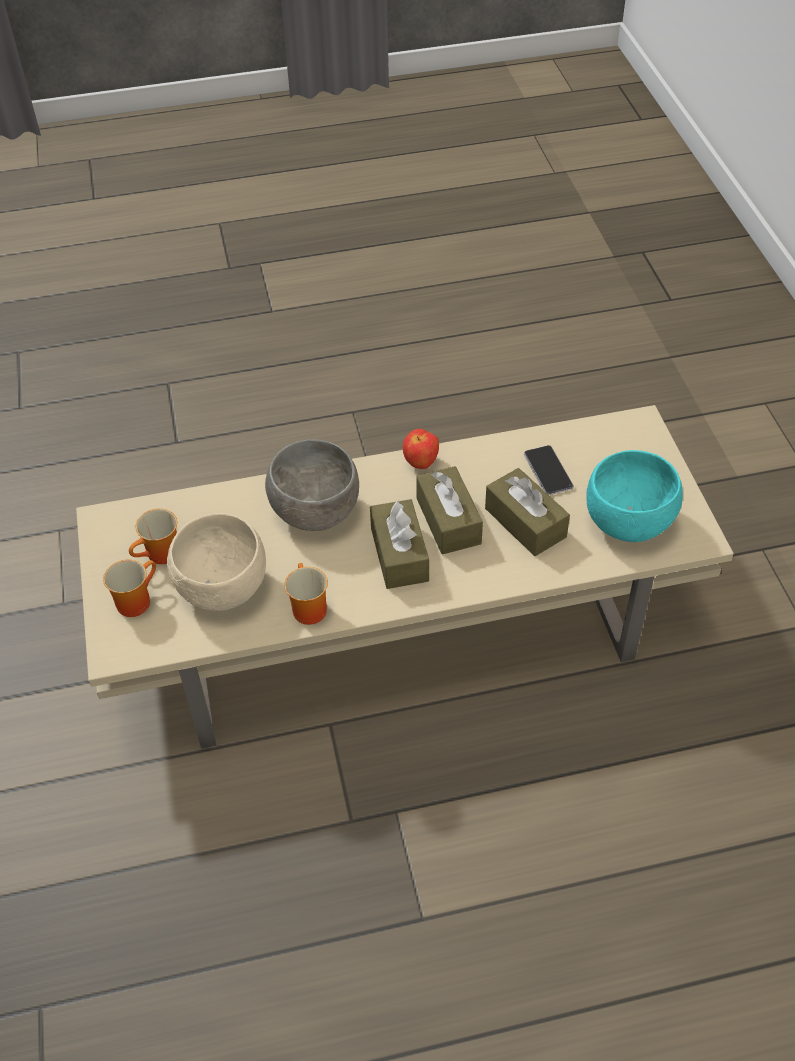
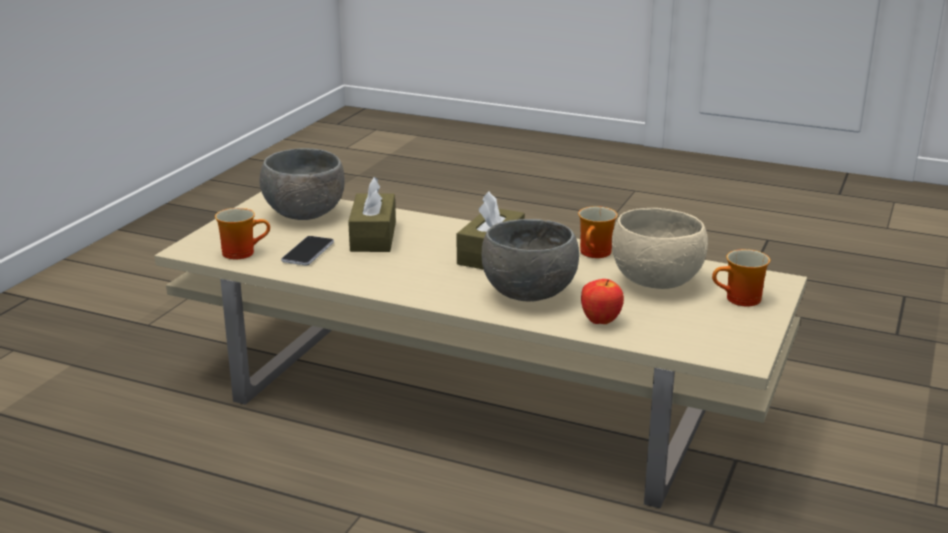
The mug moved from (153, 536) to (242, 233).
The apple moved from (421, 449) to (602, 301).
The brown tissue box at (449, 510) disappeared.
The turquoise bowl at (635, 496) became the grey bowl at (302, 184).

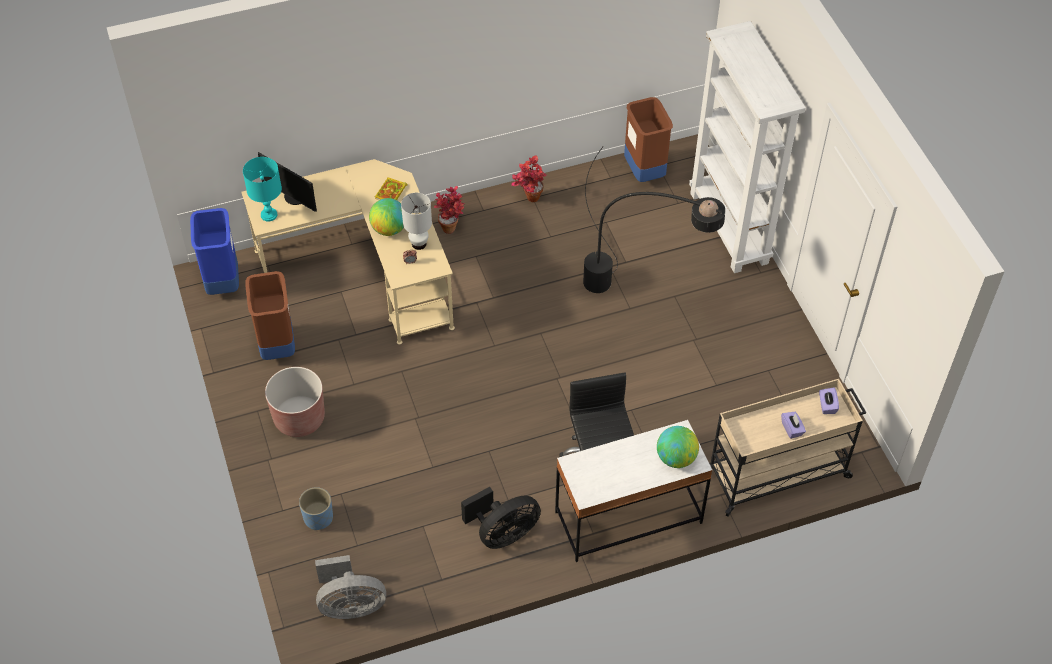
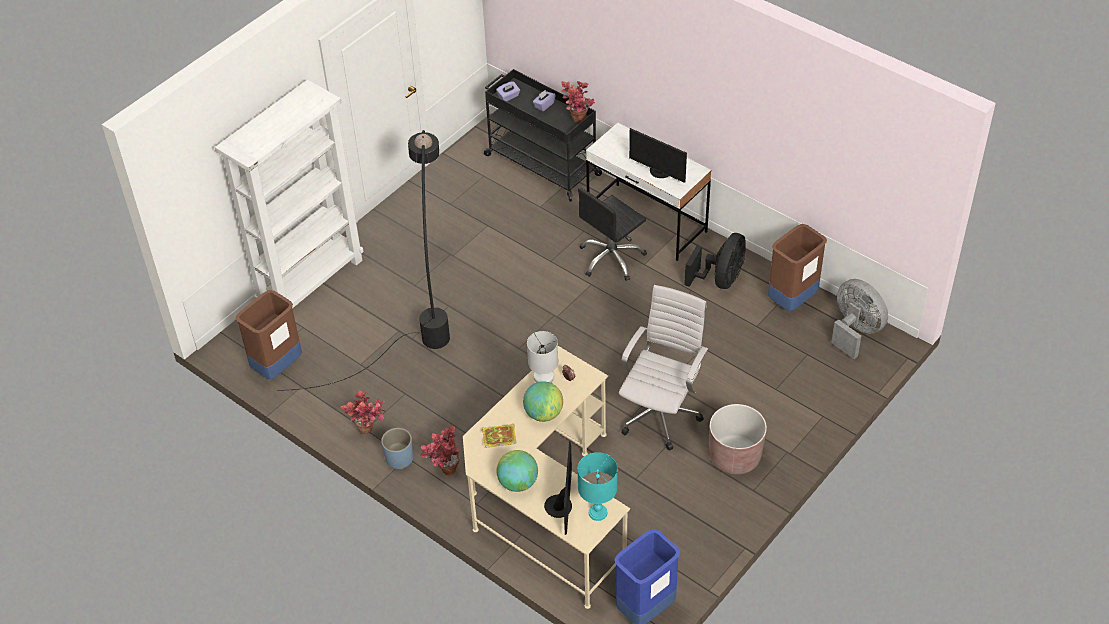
The brown trash can moved from (270, 315) to (797, 267).
The blue planter moved from (316, 508) to (397, 448).
The black fan at (501, 518) turned 90 degrees clockwise.
The globe moved from (678, 447) to (517, 471).
The beige cart at (787, 448) became the black cart at (543, 135).
The potted plant at (578, 102) appeared.
The white office chair at (664, 368) appeared.
The monitor at (658, 155) appeared.

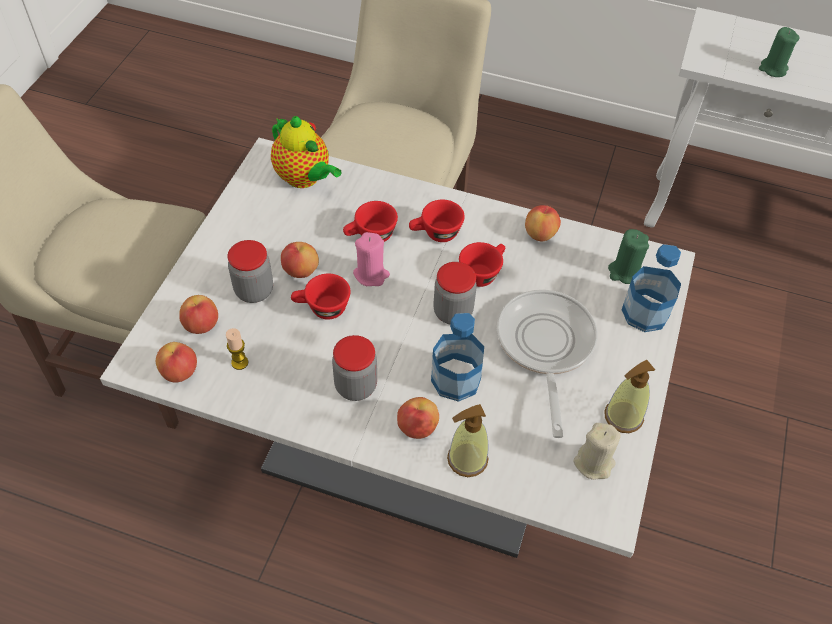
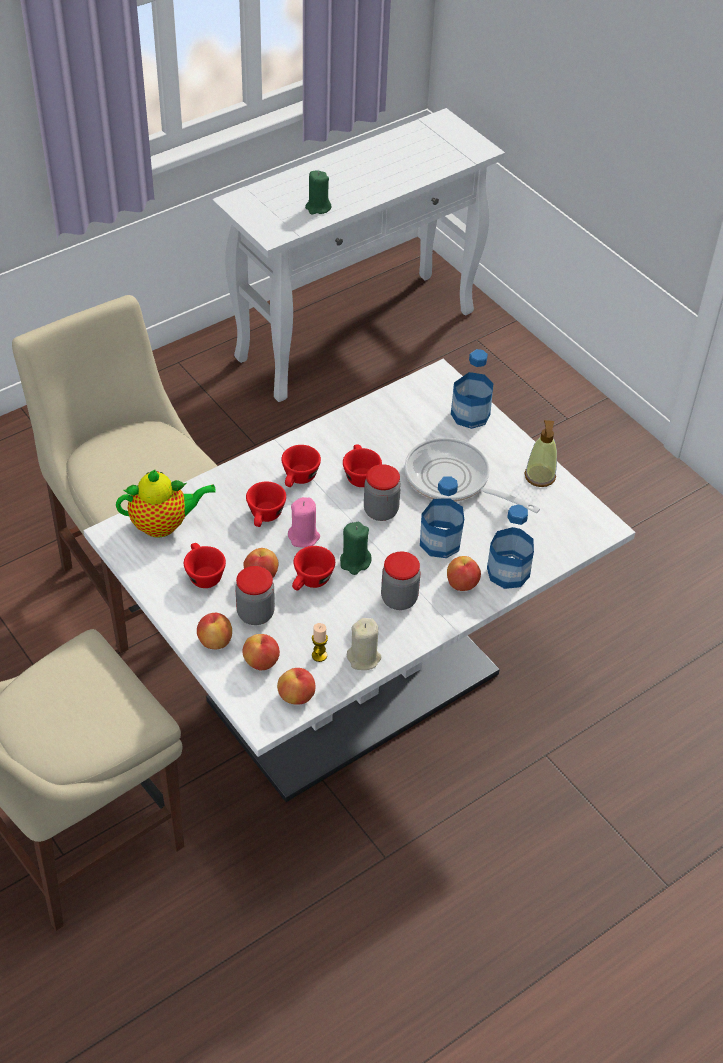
The soap dispenser at (468, 440) was replaced by the bottle at (510, 547).
The apple moved from (543, 223) to (214, 631).
The beige candle moved from (597, 451) to (364, 644).
The green candle moved from (628, 256) to (355, 548).
The red cup at (205, 565) appeared.

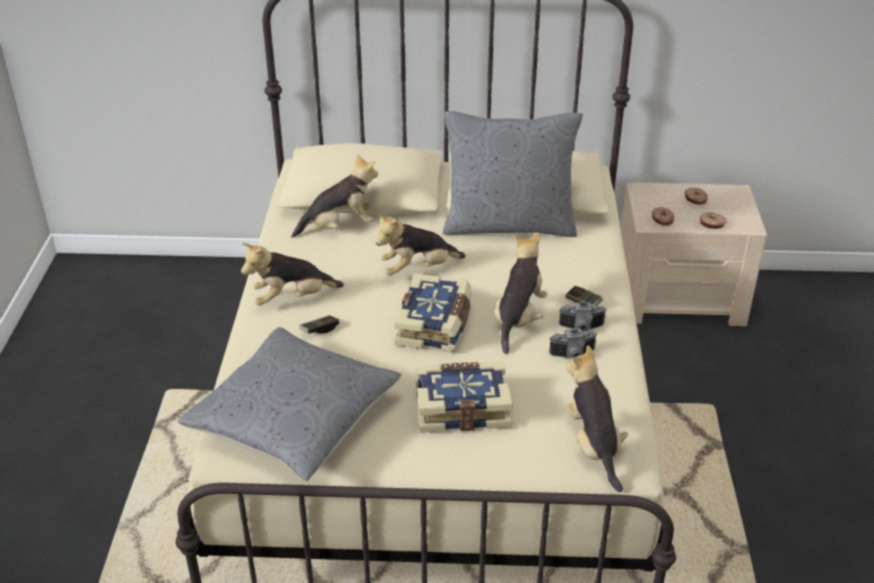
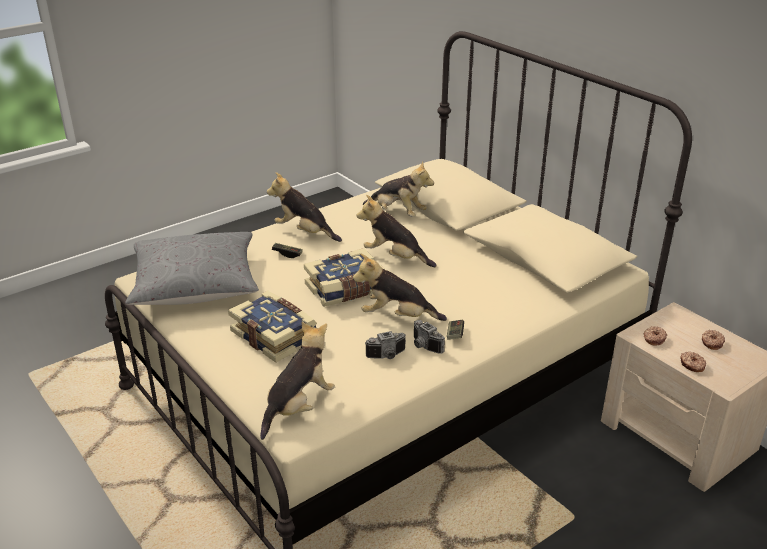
The grey pillow at (512, 174) disappeared.
The plush toy at (521, 293) turned 150 degrees counterclockwise.
The photo camera at (573, 343) turned 60 degrees counterclockwise.

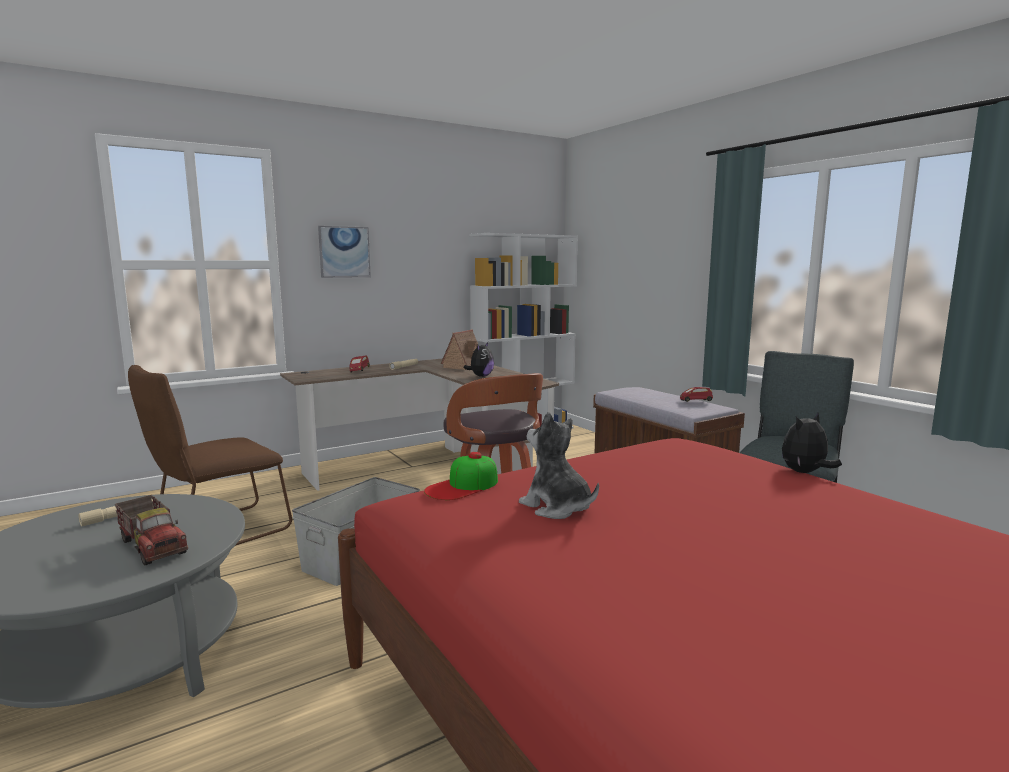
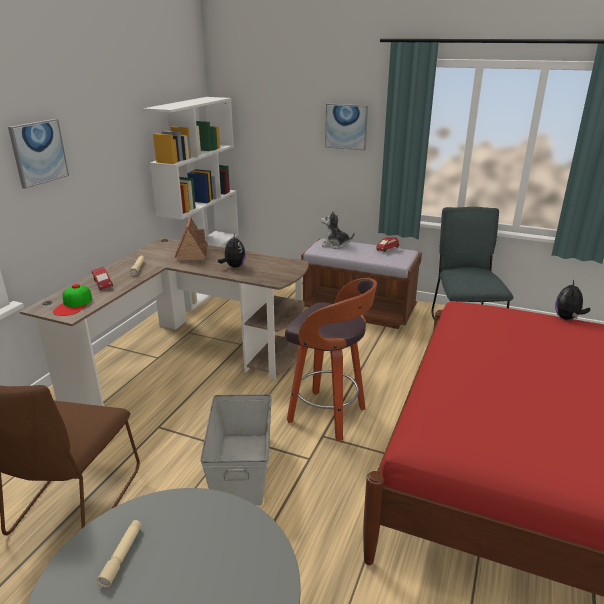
The toy truck at (151, 530) disappeared.
The cap moved from (461, 476) to (72, 300).
The plush toy moved from (559, 465) to (338, 230).
The picture at (346, 127) appeared.

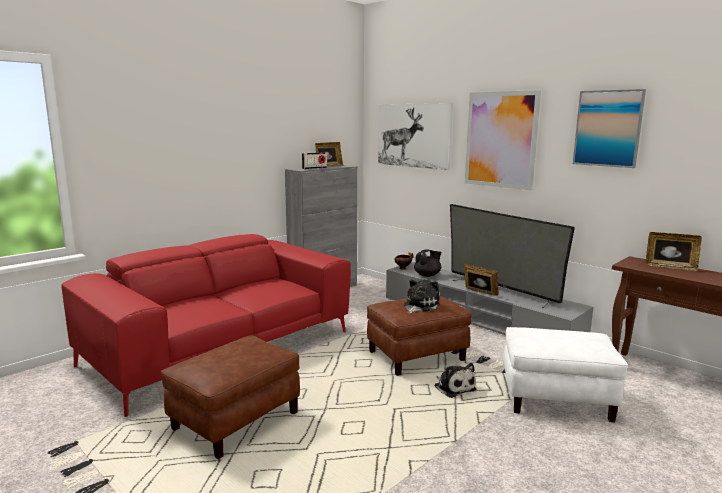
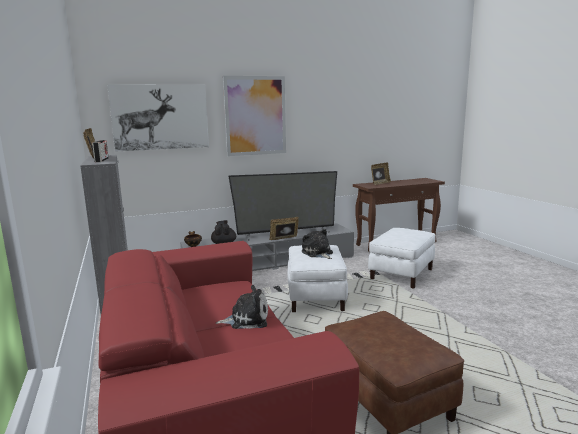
The brown ottoman at (419, 335) became the white ottoman at (317, 278).
The plush toy moved from (455, 380) to (242, 307).
The picture at (609, 128) disappeared.

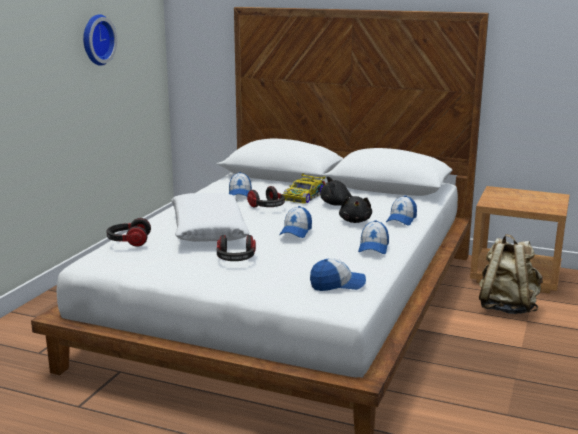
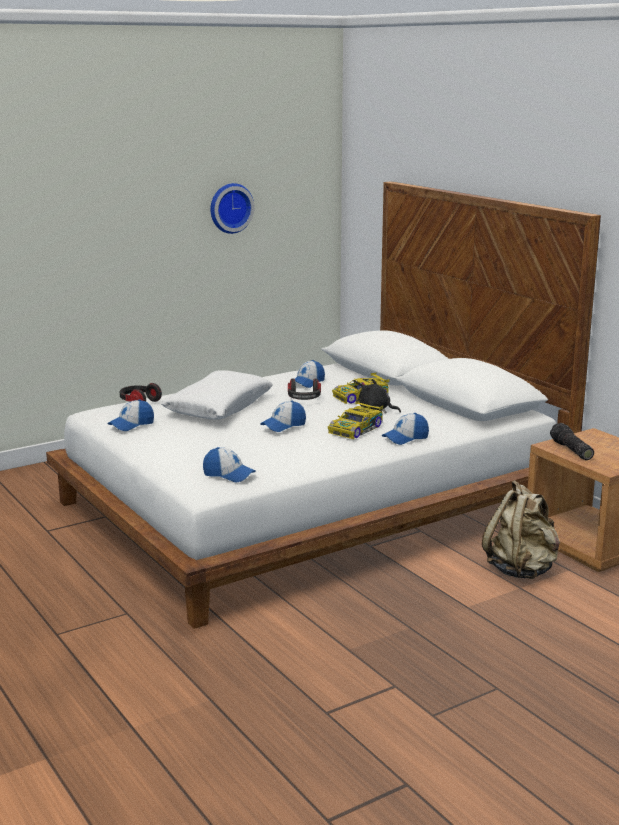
The headphones at (236, 248) disappeared.
The black plush toy at (355, 209) was replaced by the toy car at (355, 419).
The cap moved from (373, 237) to (131, 415).
The flashlight at (572, 441) appeared.

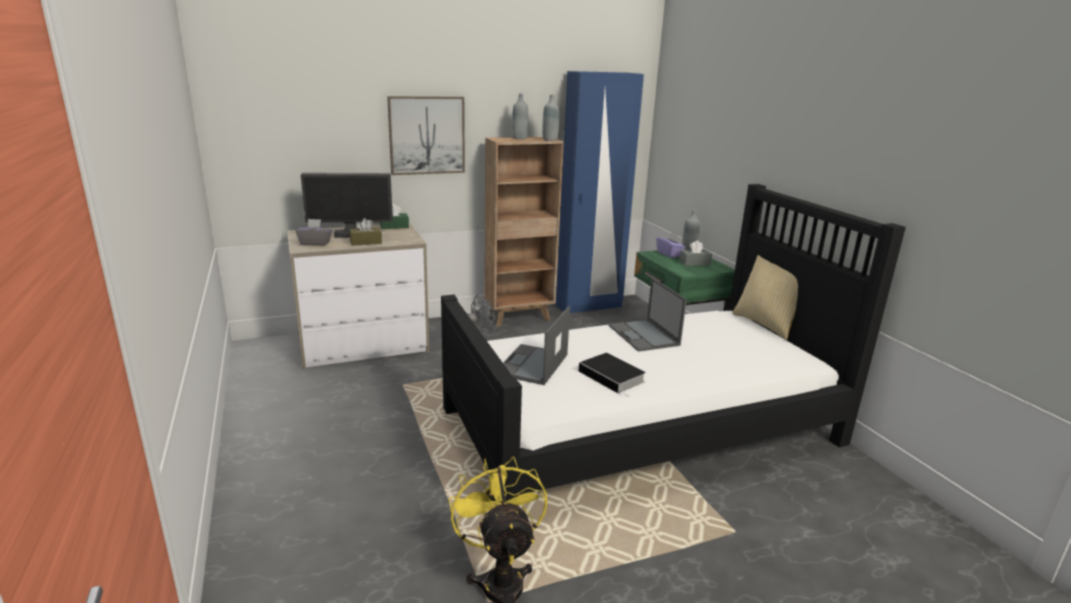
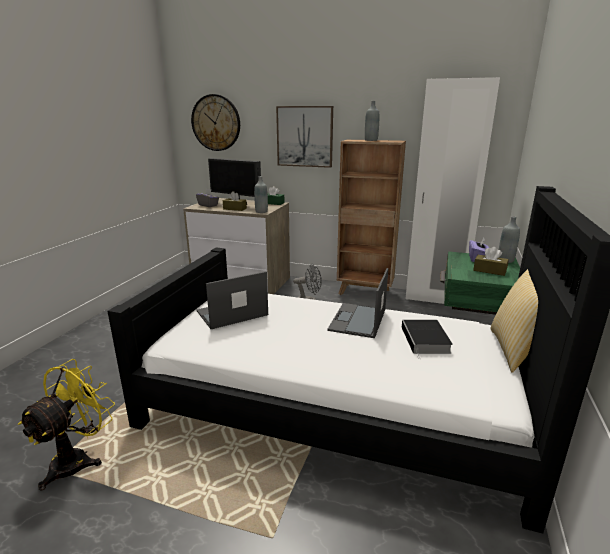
The grey bottle moved from (550, 118) to (261, 194).
The blue wardrobe at (600, 192) became the white wardrobe at (452, 190).
The book moved from (612, 375) to (427, 339).
The grey tissue box at (696, 253) became the brown tissue box at (491, 261).
The wall clock at (215, 122) appeared.

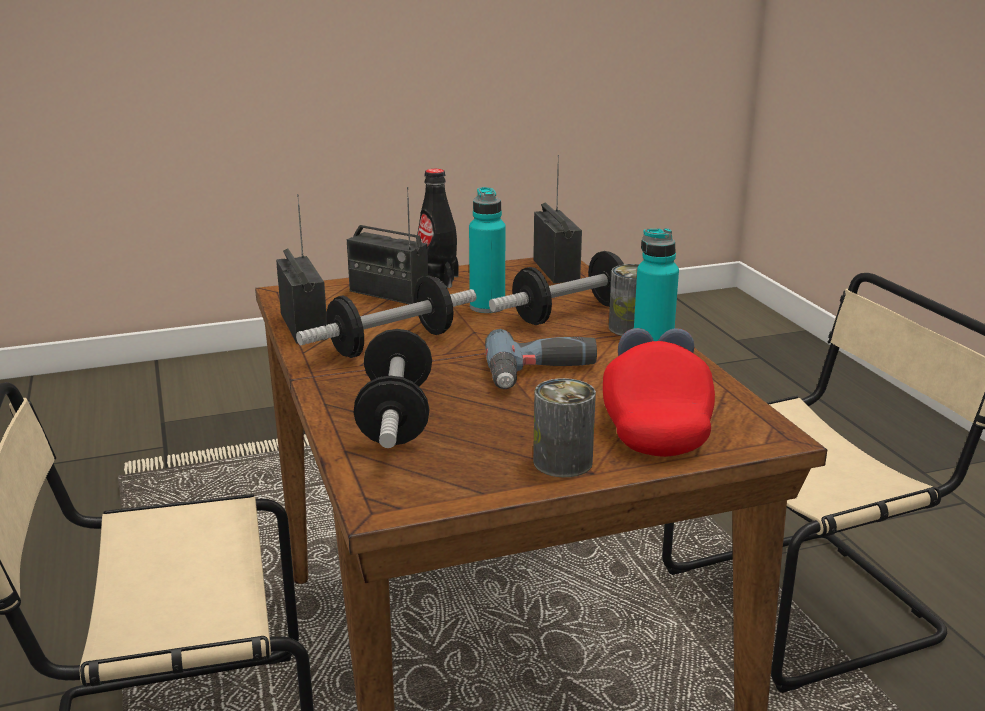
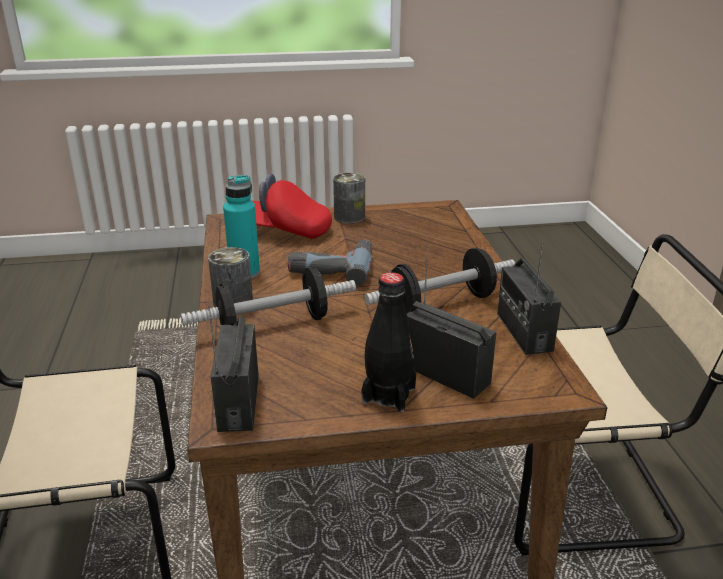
The dumbbell at (392, 388) disappeared.
The turquoise bottle at (487, 250) disappeared.
The red cap at (659, 392) turned 90 degrees clockwise.

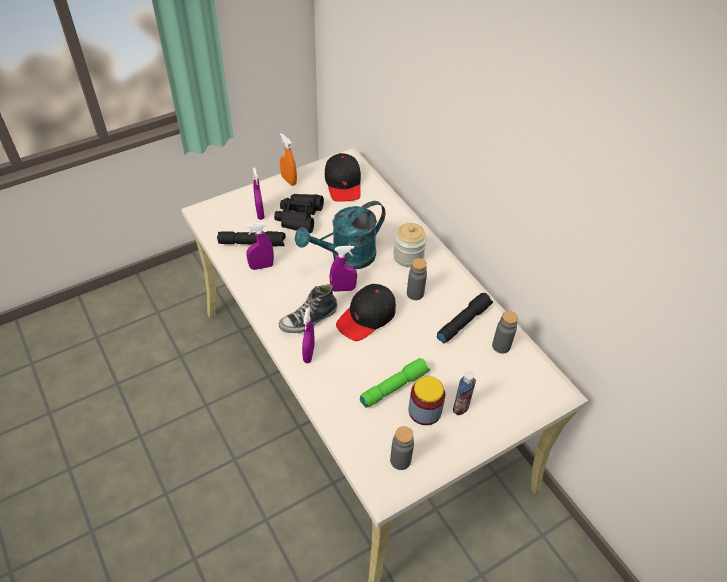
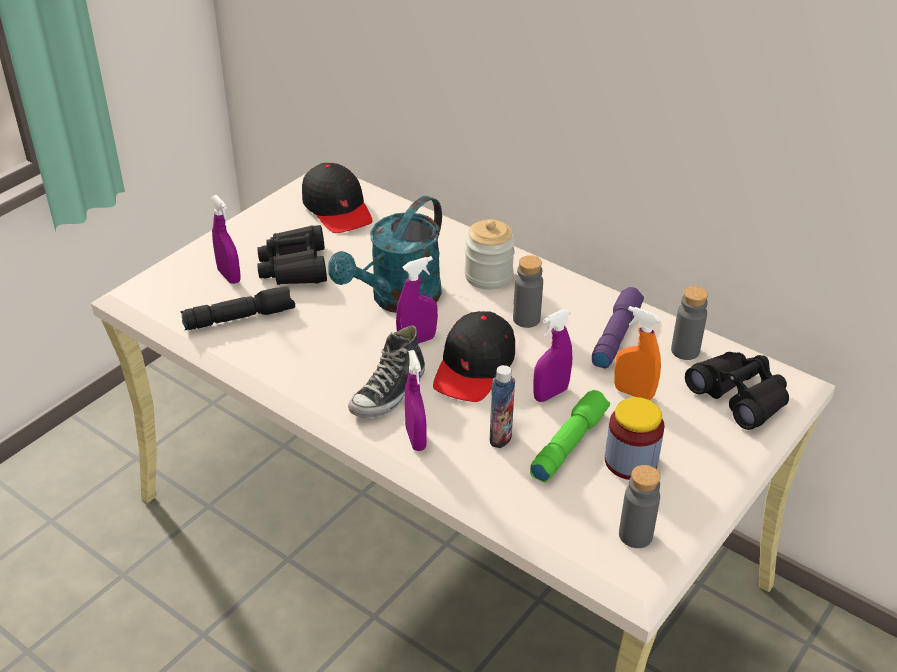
The purple spray bottle moved from (260, 246) to (552, 355).
The orange spray bottle moved from (288, 159) to (637, 353).
The black flashlight at (465, 318) became the purple flashlight at (618, 327).
The bottle moved from (464, 393) to (502, 406).
The black binoculars at (737, 391) appeared.

